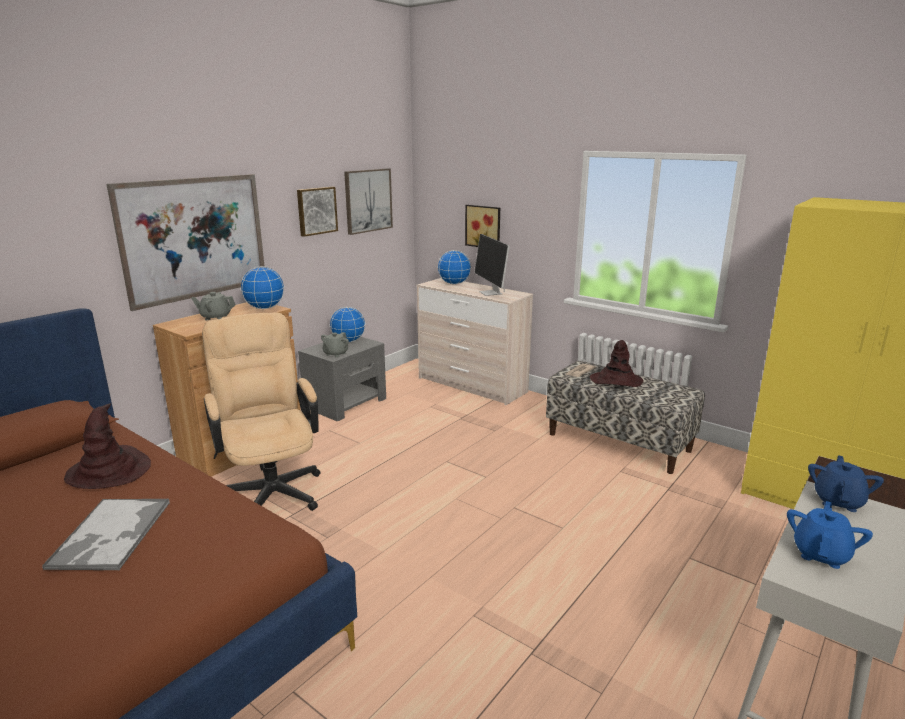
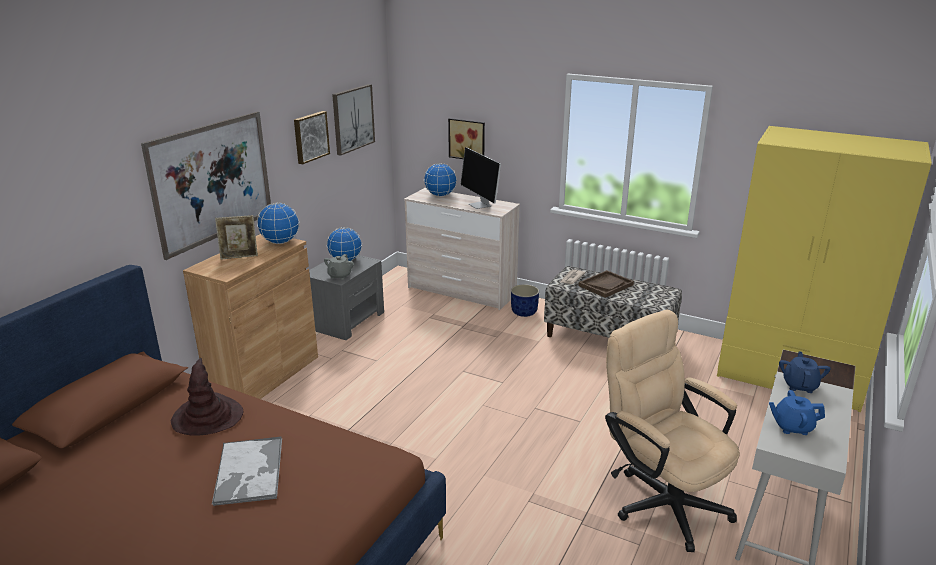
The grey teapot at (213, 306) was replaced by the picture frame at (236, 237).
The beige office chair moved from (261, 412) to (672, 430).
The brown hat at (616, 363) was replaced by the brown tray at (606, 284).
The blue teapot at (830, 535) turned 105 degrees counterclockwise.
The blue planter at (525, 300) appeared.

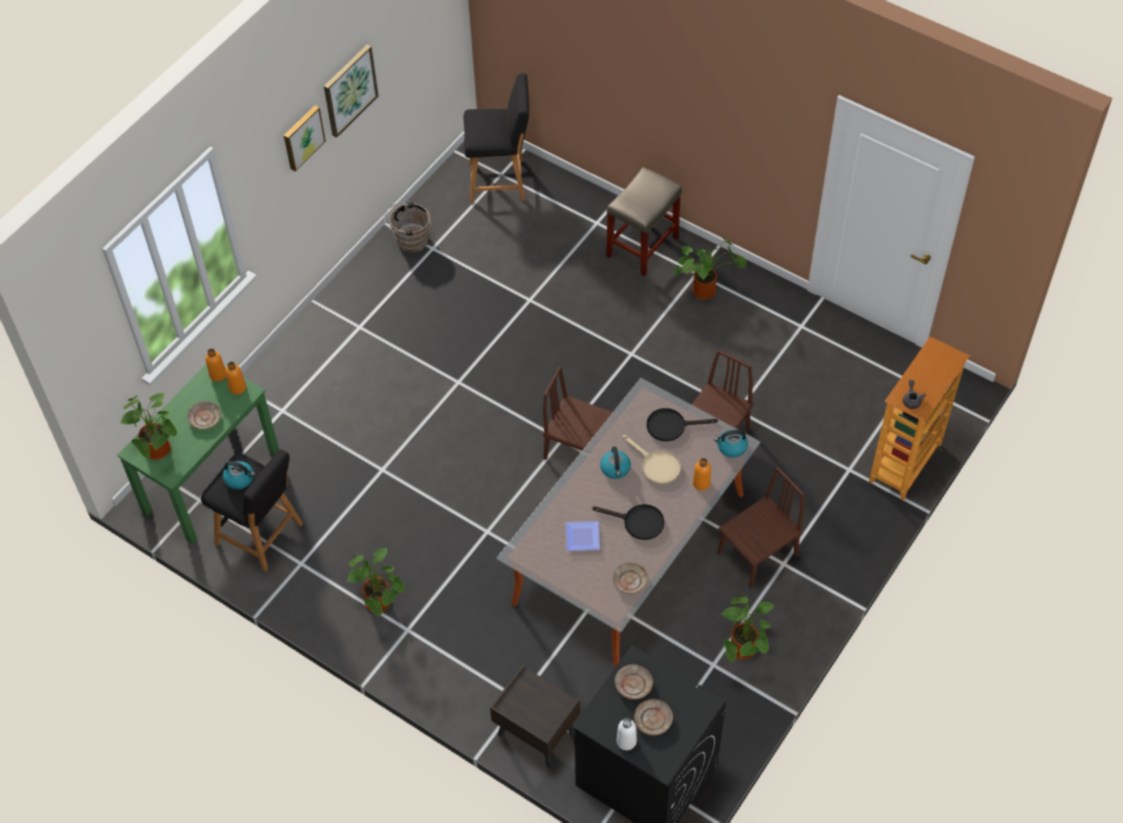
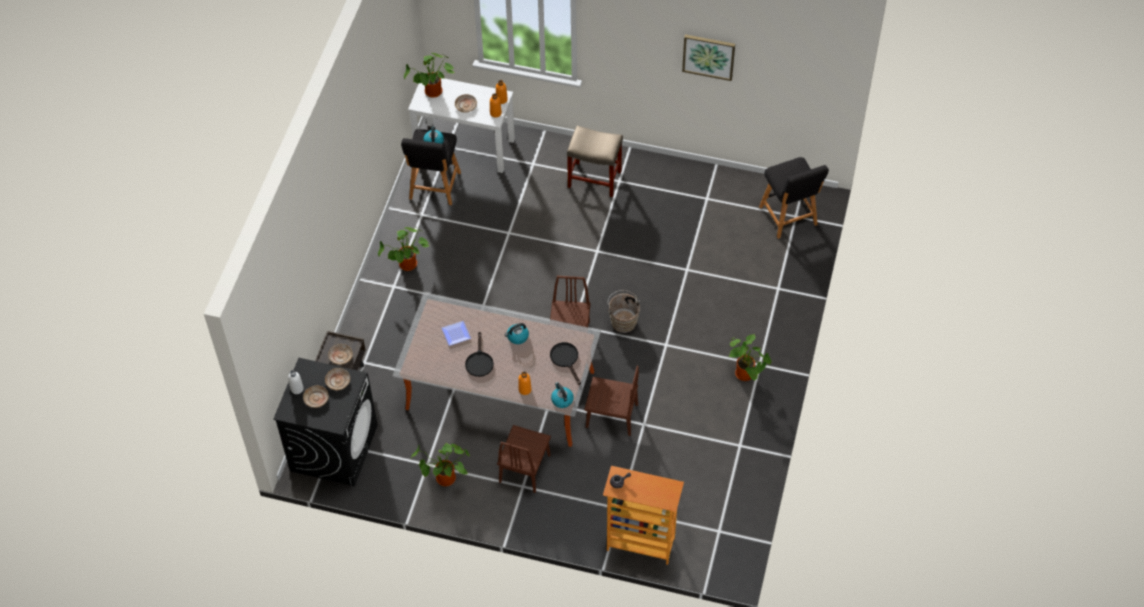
The green desk at (198, 454) became the white desk at (461, 125).
The picture at (305, 138) disappeared.
The brown bucket moved from (407, 227) to (624, 311).
The beige stool moved from (644, 222) to (595, 161).
The beige plate moved from (630, 578) to (340, 354).
The beige frying pan at (652, 459) disappeared.
The brown chair at (761, 528) turned 75 degrees clockwise.

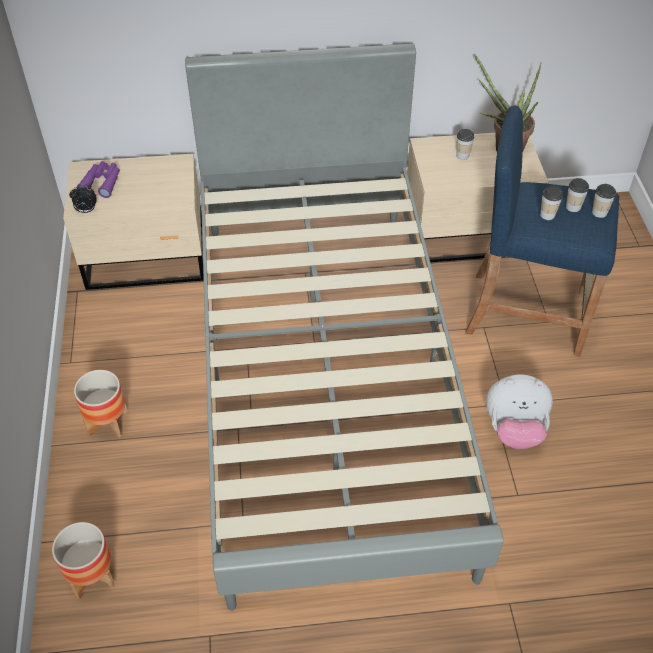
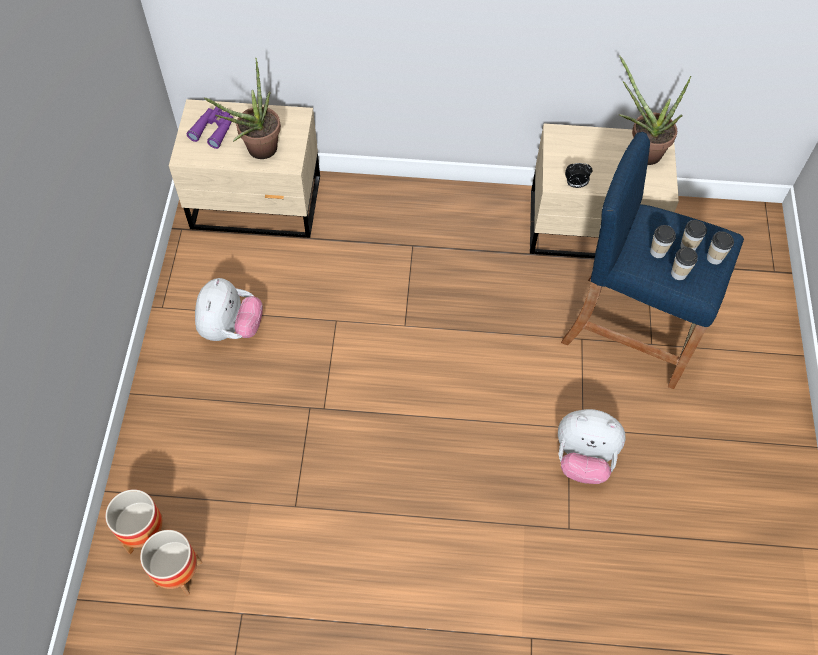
The alarm clock moved from (83, 199) to (578, 175).
The planter moved from (101, 404) to (171, 563).
The grey bed at (344, 327) disappeared.
The cup moved from (465, 144) to (684, 263).
The plush toy at (229, 309) appeared.
The potted plant at (242, 108) appeared.

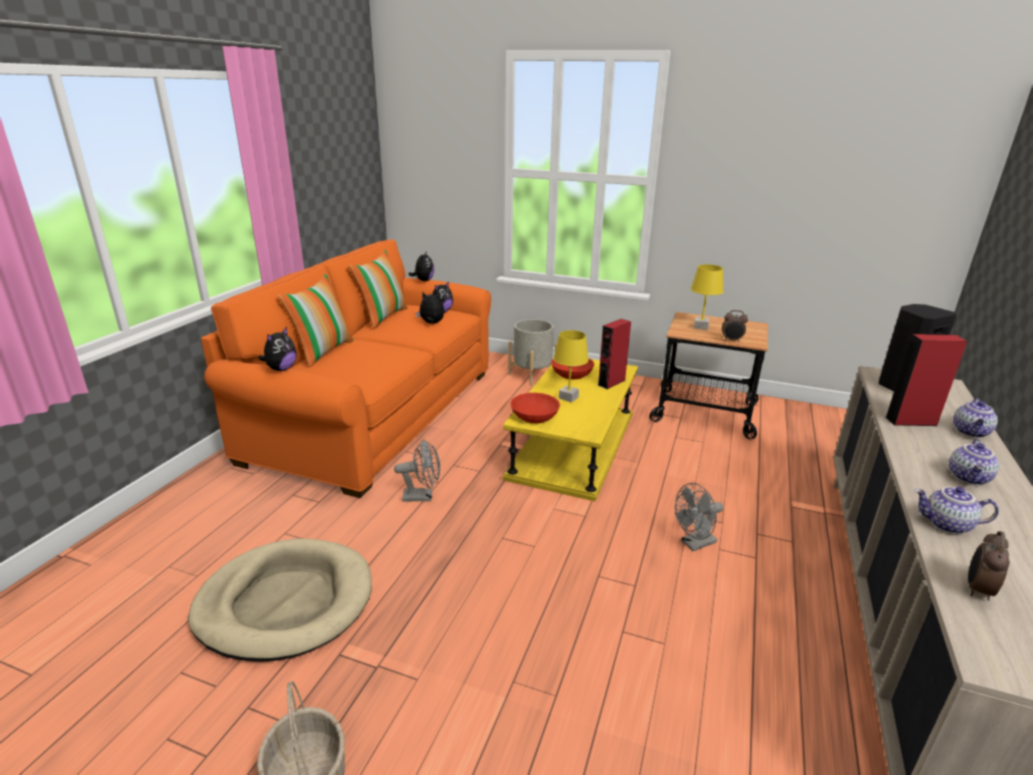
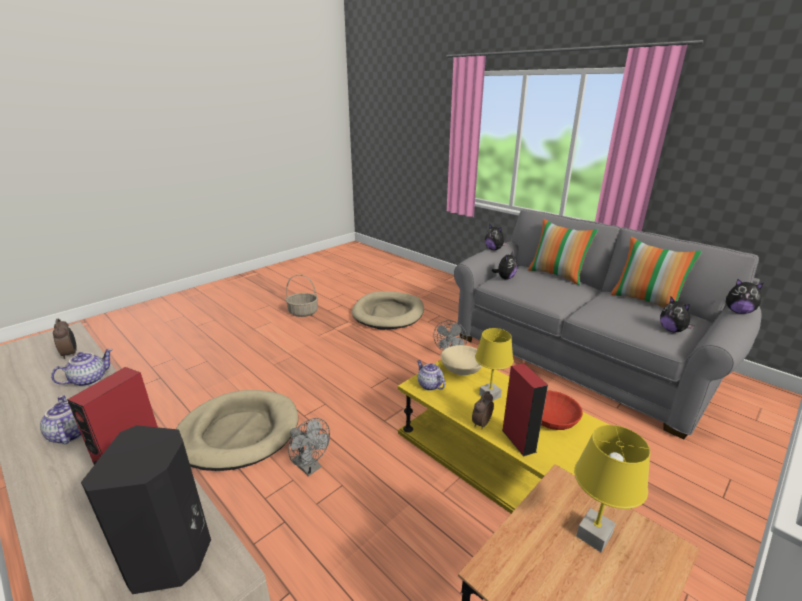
The orange sofa at (346, 368) became the grey sofa at (608, 324).
The plush toy moved from (430, 307) to (504, 266).
The grey planter at (532, 352) disappeared.
The red bowl at (535, 408) became the beige bowl at (461, 360).
The grey fan at (699, 517) turned 135 degrees clockwise.
The alarm clock moved from (735, 326) to (483, 409).
The teapot moved from (975, 418) to (431, 375).
The beige dog bed at (237, 430) appeared.

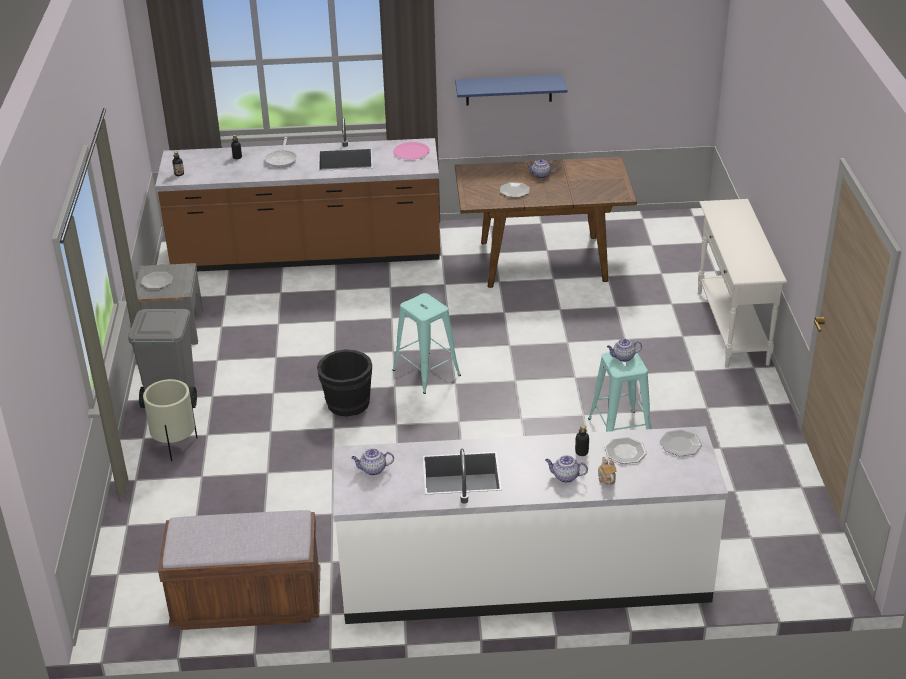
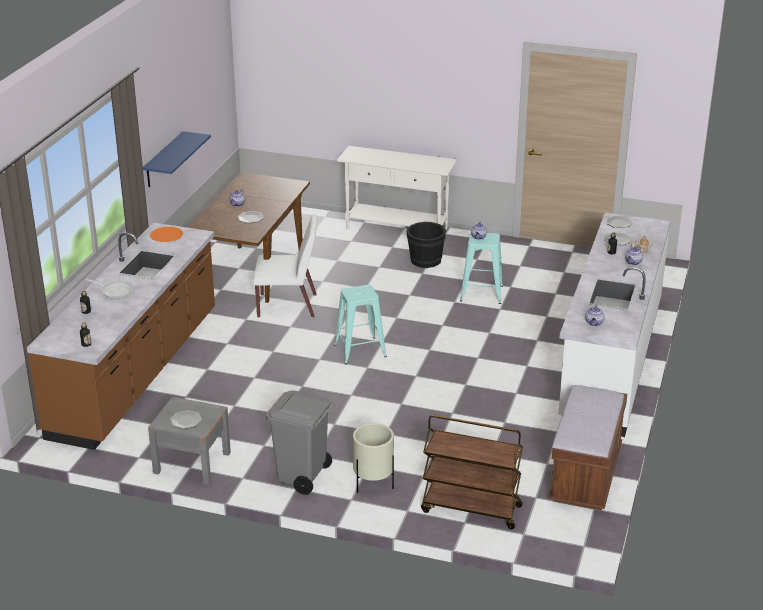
The black bucket moved from (344, 383) to (426, 245).
The pink plate at (411, 150) became the orange plate at (166, 234).
The white chair at (285, 266) appeared.
The brown cart at (472, 472) appeared.

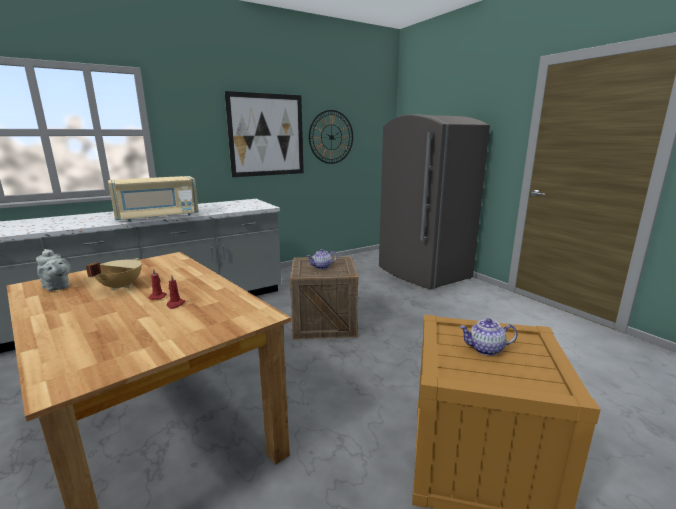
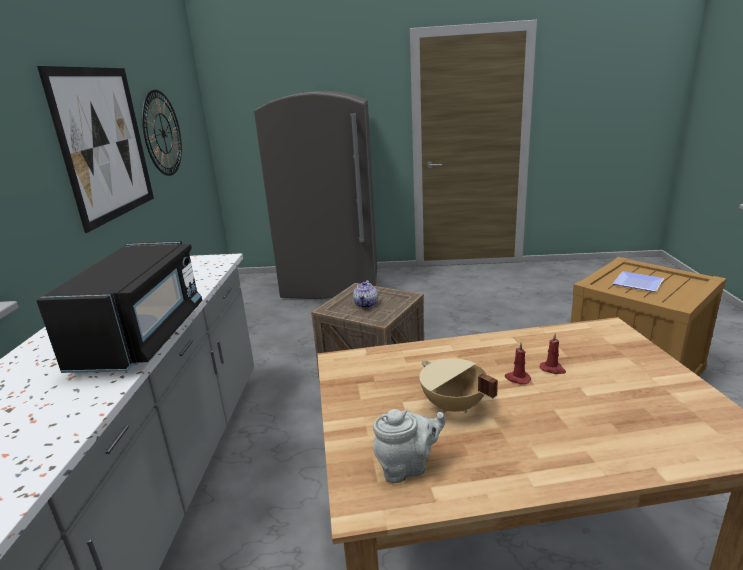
The beige microwave at (153, 199) became the black microwave at (119, 307).
The teapot at (488, 337) was replaced by the plate at (638, 281).

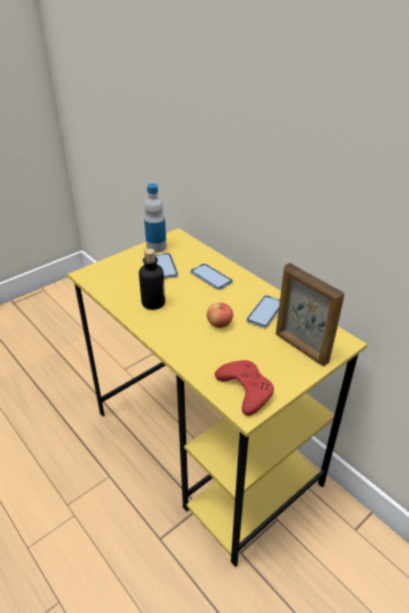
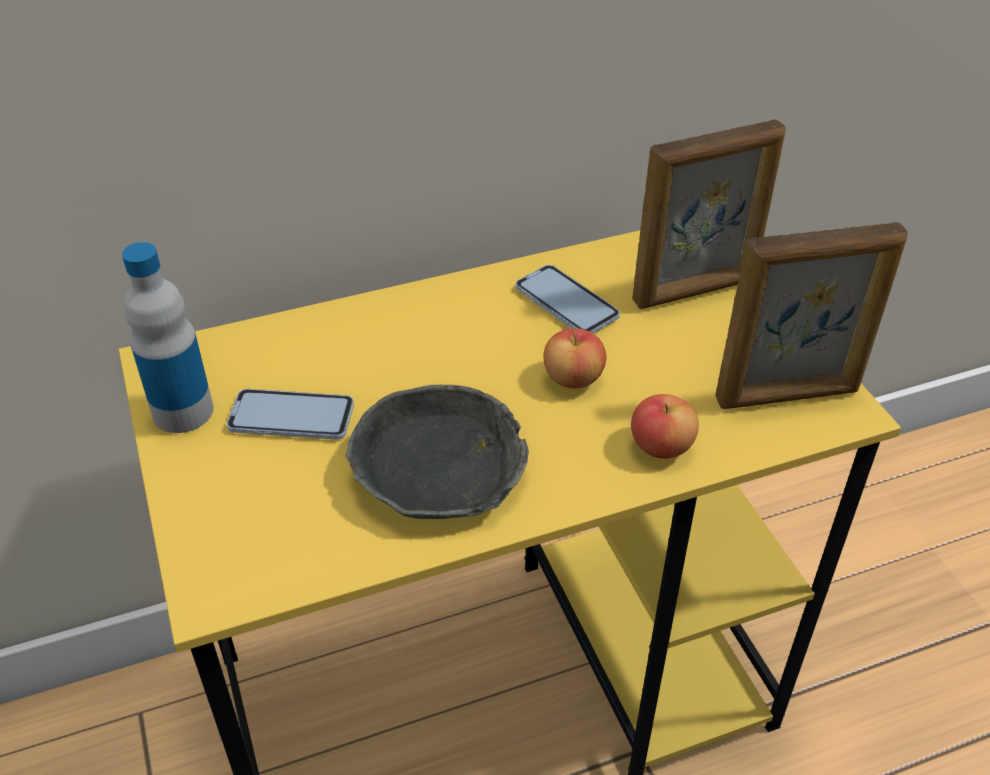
The bottle at (152, 279) was replaced by the grey bowl at (437, 452).
The phone at (212, 276) disappeared.
The red game controller at (244, 388) was replaced by the picture frame at (811, 315).
The apple at (665, 426) appeared.

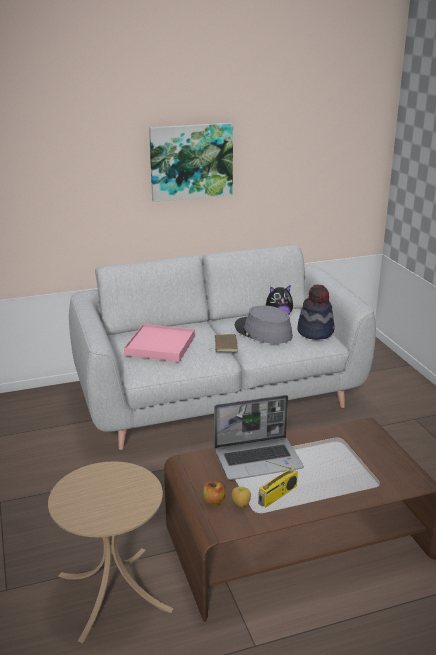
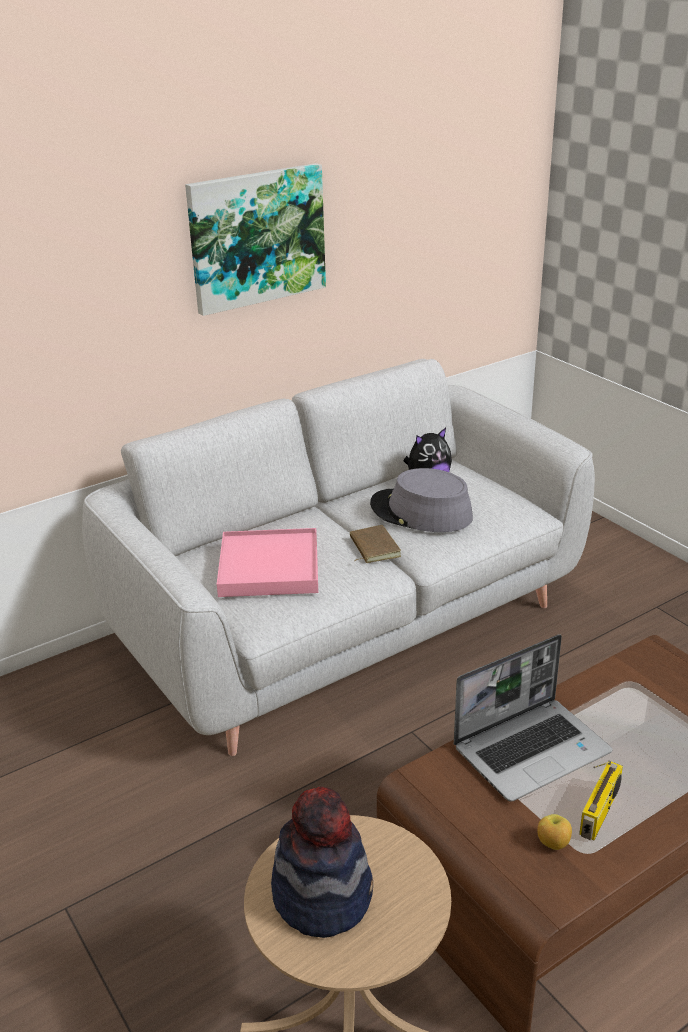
The apple at (214, 493) disappeared.
The hat moved from (316, 312) to (322, 862).

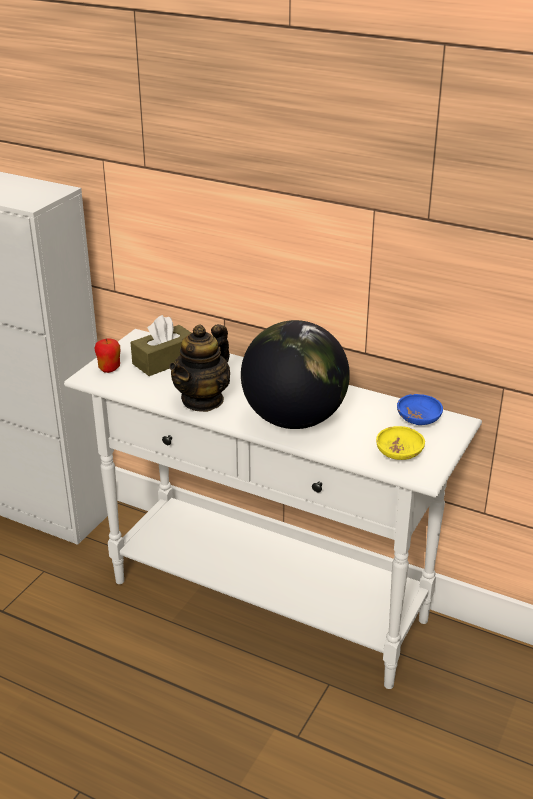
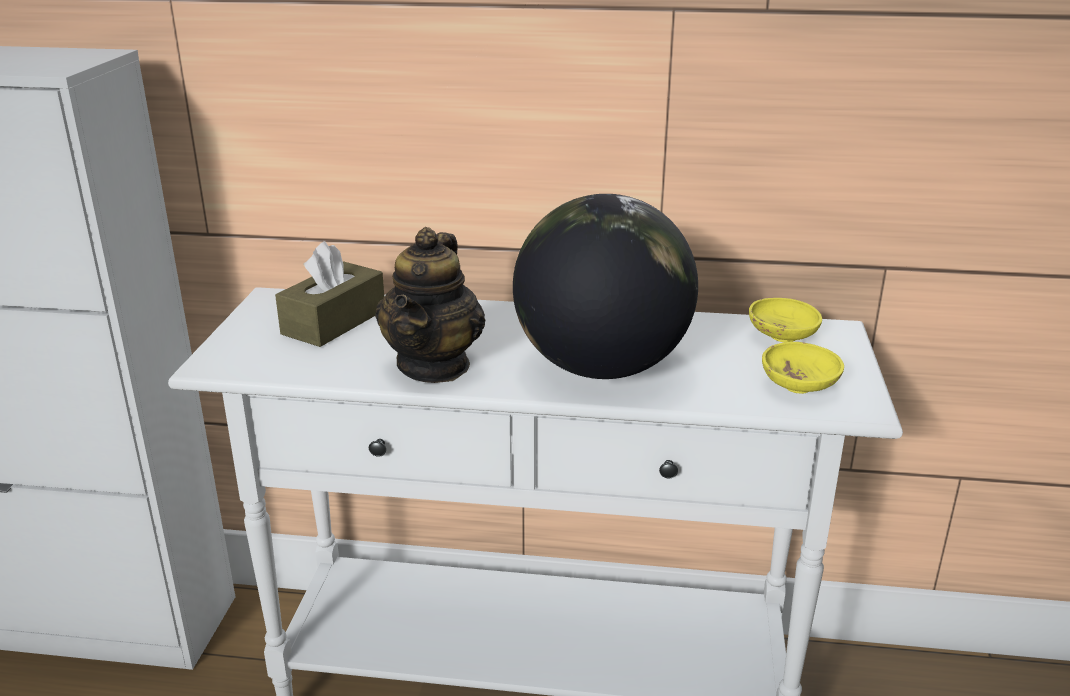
The apple at (107, 355) disappeared.
The blue bowl at (420, 409) became the yellow bowl at (785, 320).

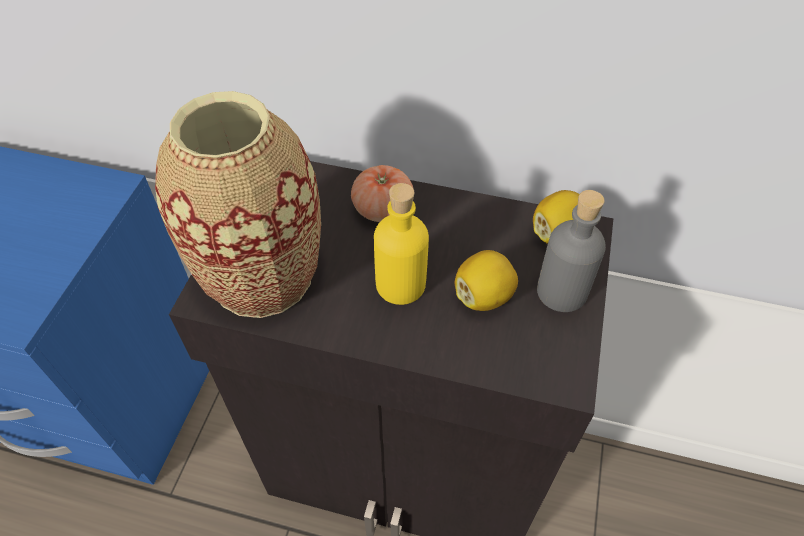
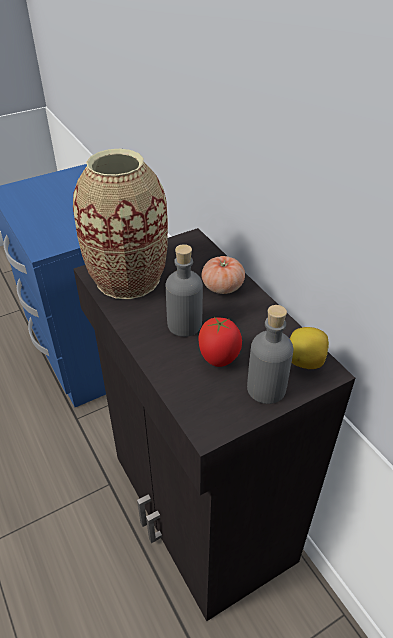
The yellow bottle at (401, 244) became the grey bottle at (184, 290).
The lemon at (486, 280) was replaced by the tomato at (220, 342).

